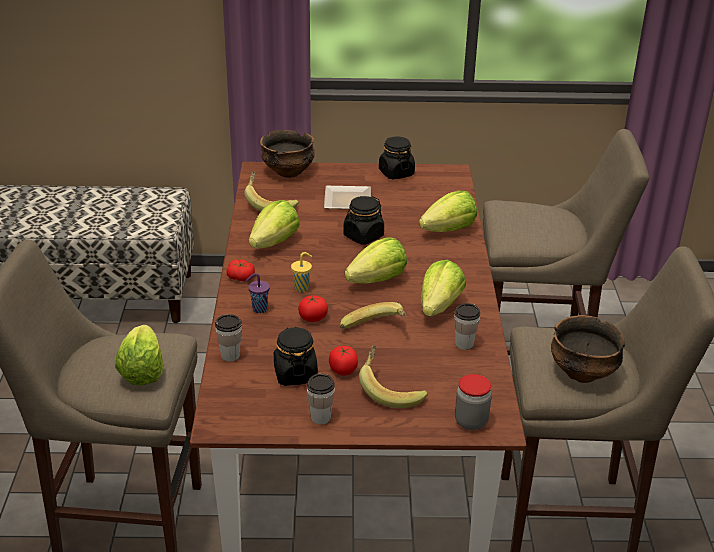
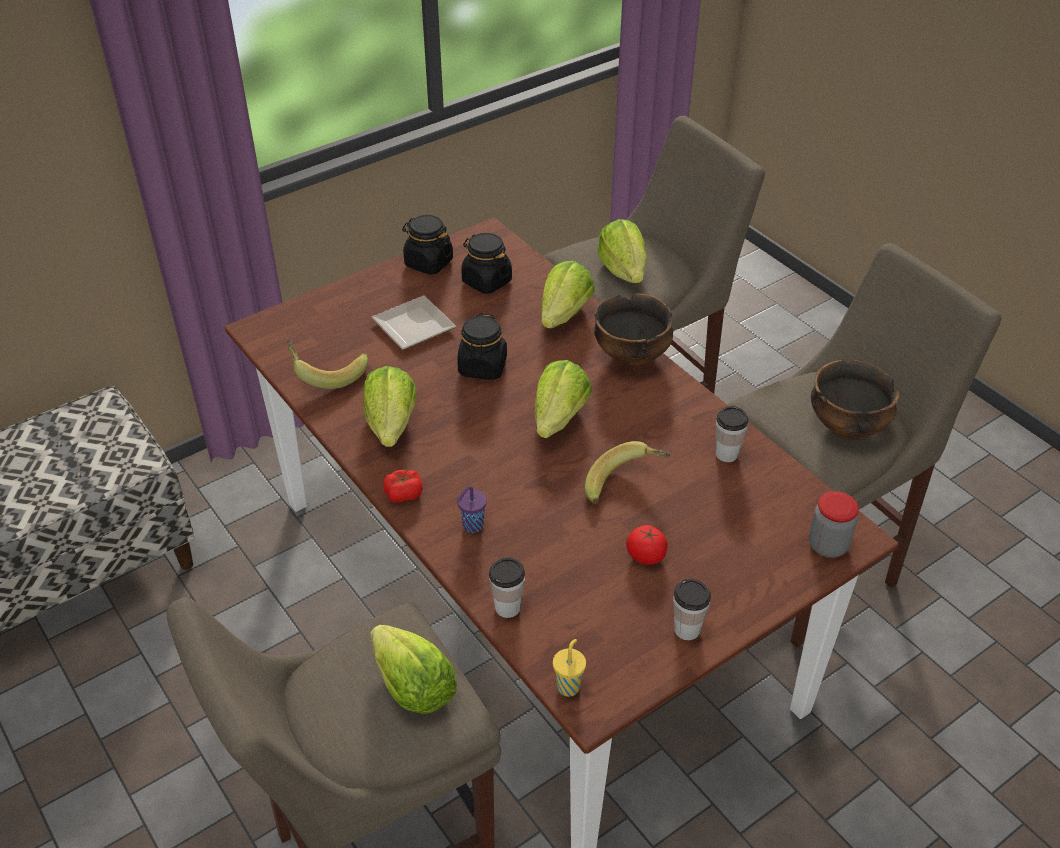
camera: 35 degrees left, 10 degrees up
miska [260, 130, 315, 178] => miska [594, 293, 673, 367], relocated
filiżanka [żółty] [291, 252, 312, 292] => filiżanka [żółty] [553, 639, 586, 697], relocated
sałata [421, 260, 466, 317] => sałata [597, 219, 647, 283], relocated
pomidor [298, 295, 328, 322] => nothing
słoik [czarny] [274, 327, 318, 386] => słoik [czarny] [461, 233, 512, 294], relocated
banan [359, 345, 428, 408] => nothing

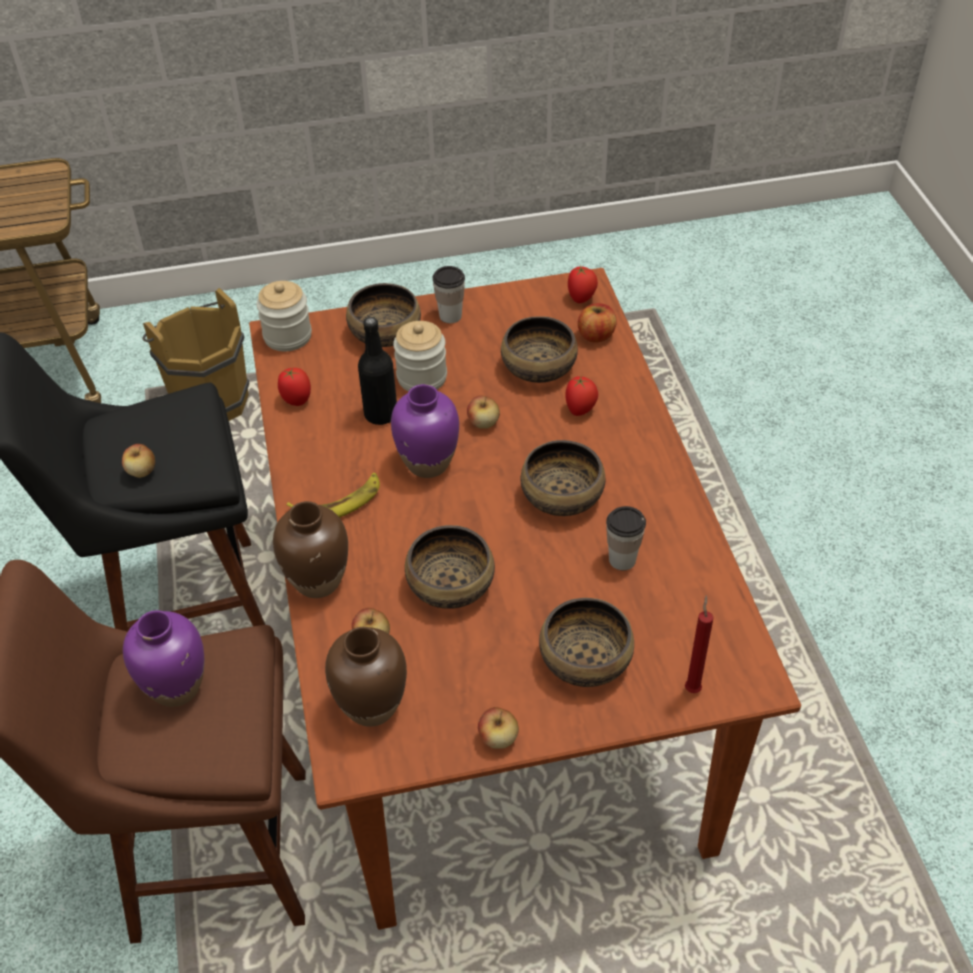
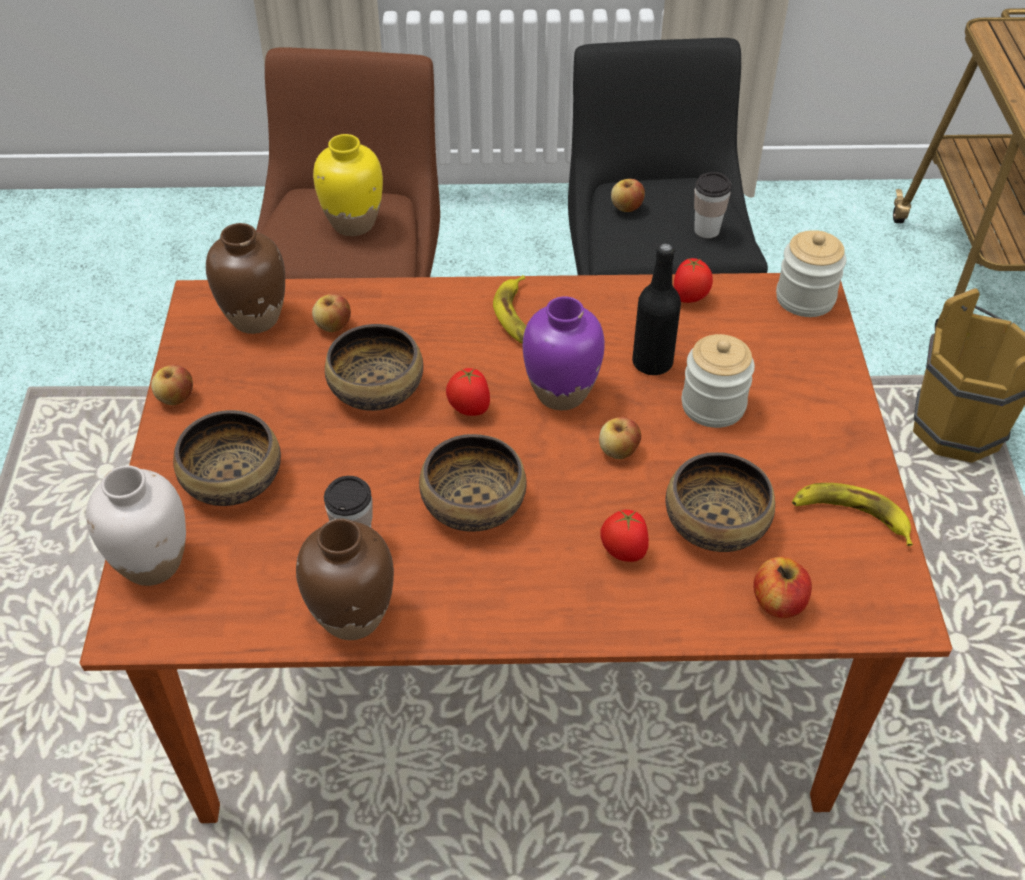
camera: 100 degrees right, 0 degrees up
filiżanka [433, 266, 465, 323] => filiżanka [694, 172, 731, 238], relocated
pomidor [568, 266, 598, 303] => pomidor [446, 368, 490, 416], relocated
miska [346, 283, 421, 347] => nothing
wazon [brązowy] [273, 501, 348, 598] => wazon [brązowy] [296, 519, 394, 640], relocated
świeca [czerwony] [685, 596, 714, 693] => wazon [biały] [86, 465, 186, 586]
wazon [fioletowy] [123, 610, 205, 707] => wazon [żółty] [313, 134, 383, 236]
nothing => banan [792, 483, 913, 546]

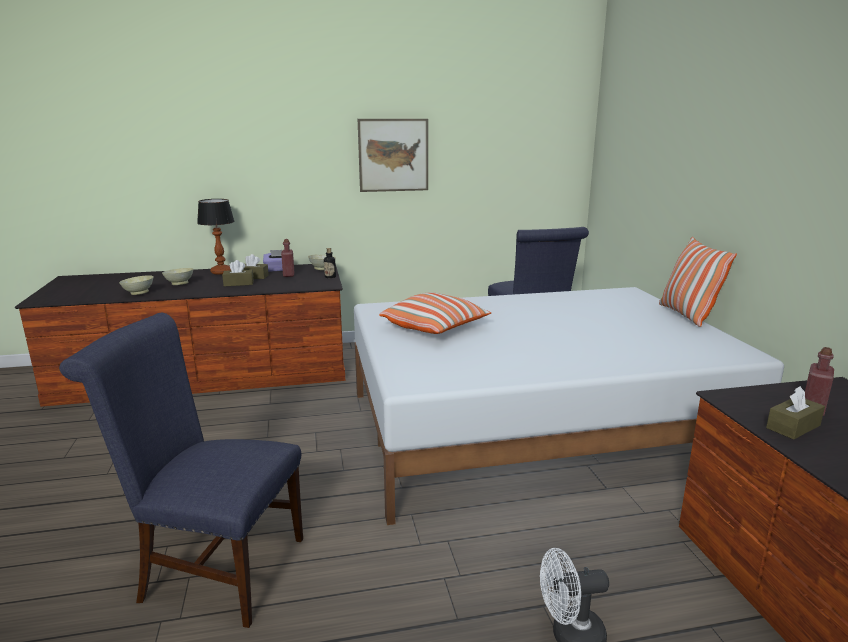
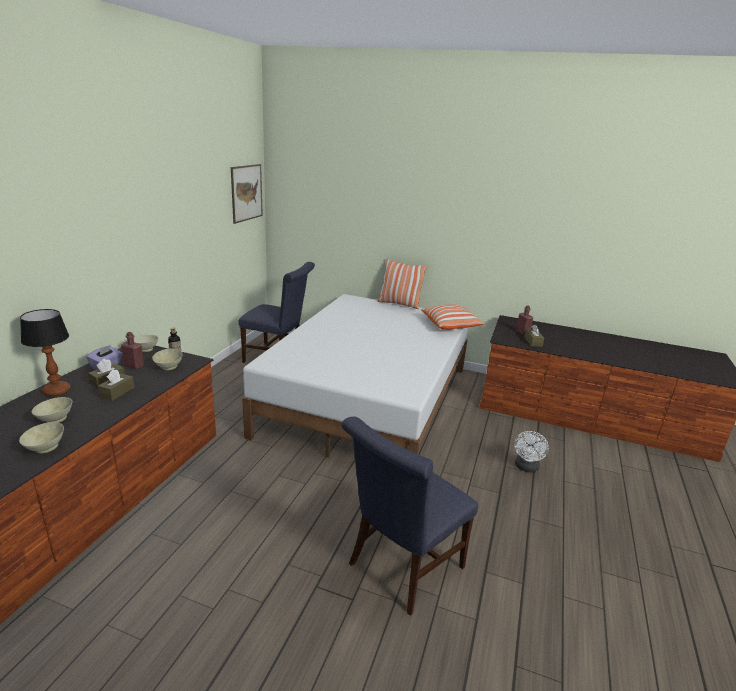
camera: 60 degrees left, 5 degrees up
obraz [358, 119, 428, 192] => obraz [231, 164, 263, 224], relocated
poduszka [379, 293, 491, 334] => poduszka [421, 304, 484, 330], relocated
nothing => miska [beżowy] [152, 348, 183, 370]

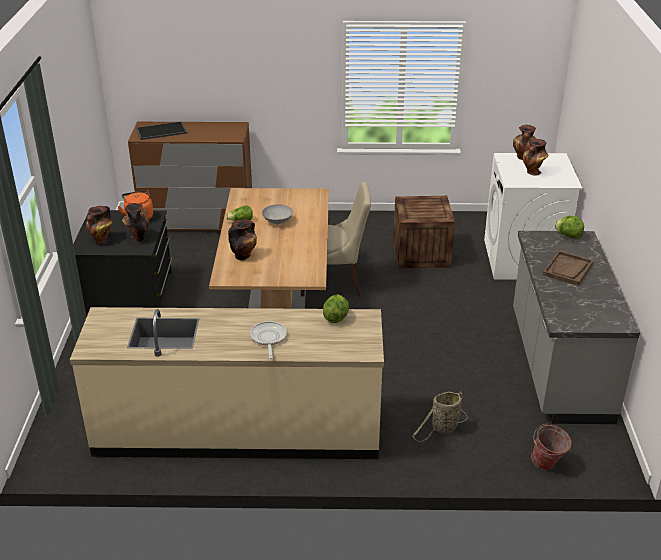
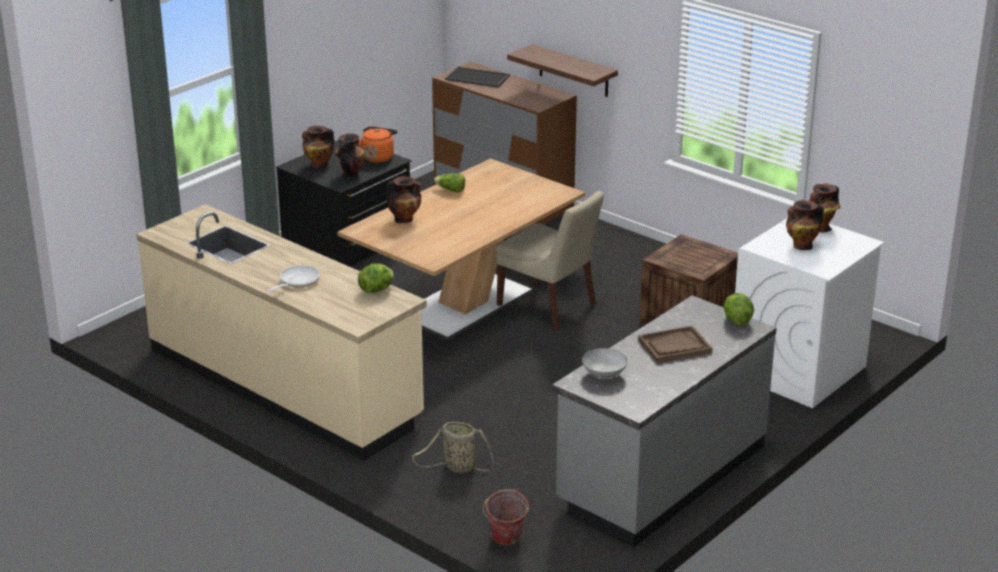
camera: 40 degrees right, 5 degrees down
miska [szary] [262, 204, 293, 224] => miska [szary] [582, 348, 628, 378], relocated
nothing => półka [507, 44, 618, 97]

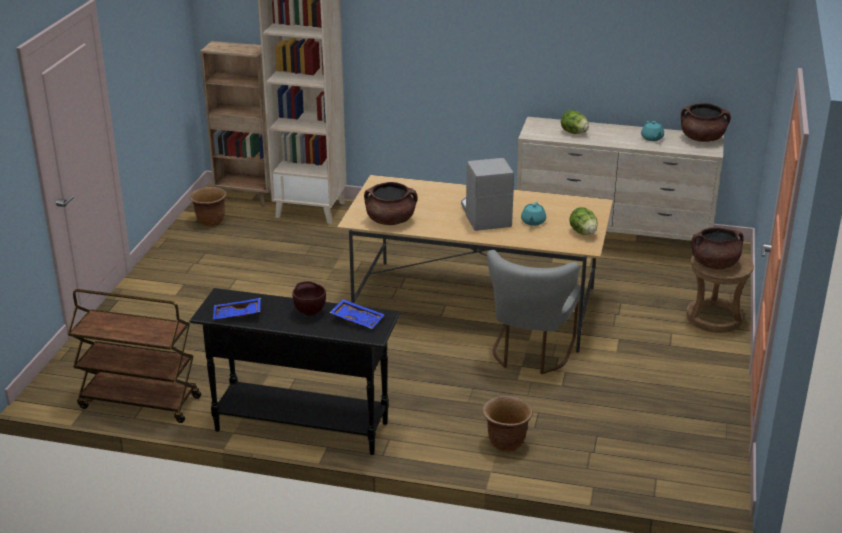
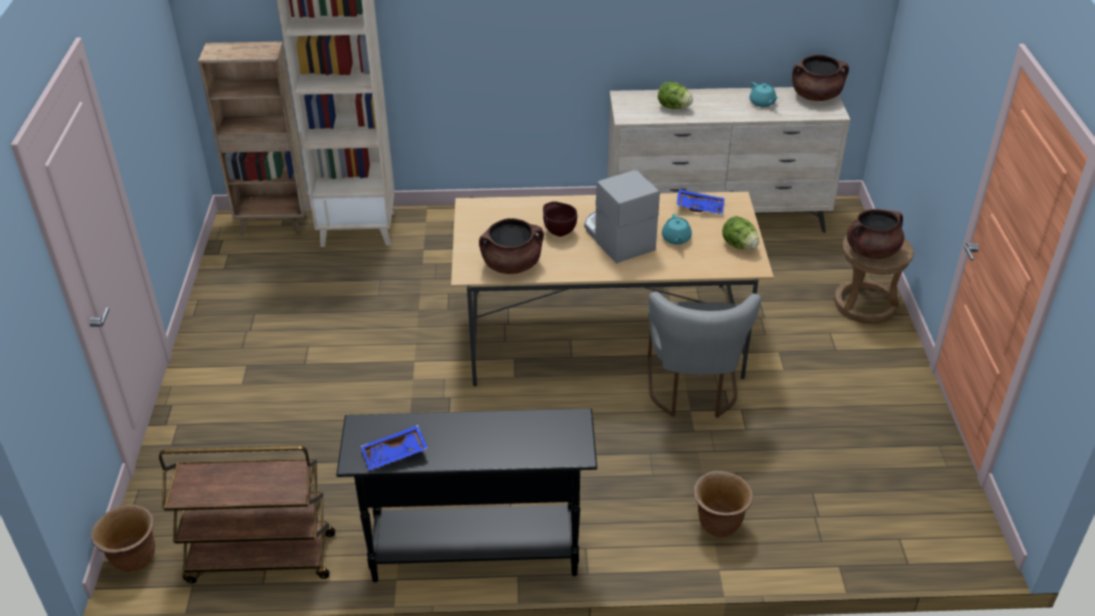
camera: 15 degrees left, 10 degrees up
donica [brązowy] [189, 187, 227, 226] => donica [brązowy] [91, 505, 155, 572], relocated
miska [brązowy] [292, 281, 326, 316] => miska [brązowy] [543, 201, 577, 237], relocated
taca [niebieski] [330, 299, 385, 329] => taca [niebieski] [676, 189, 725, 214], relocated

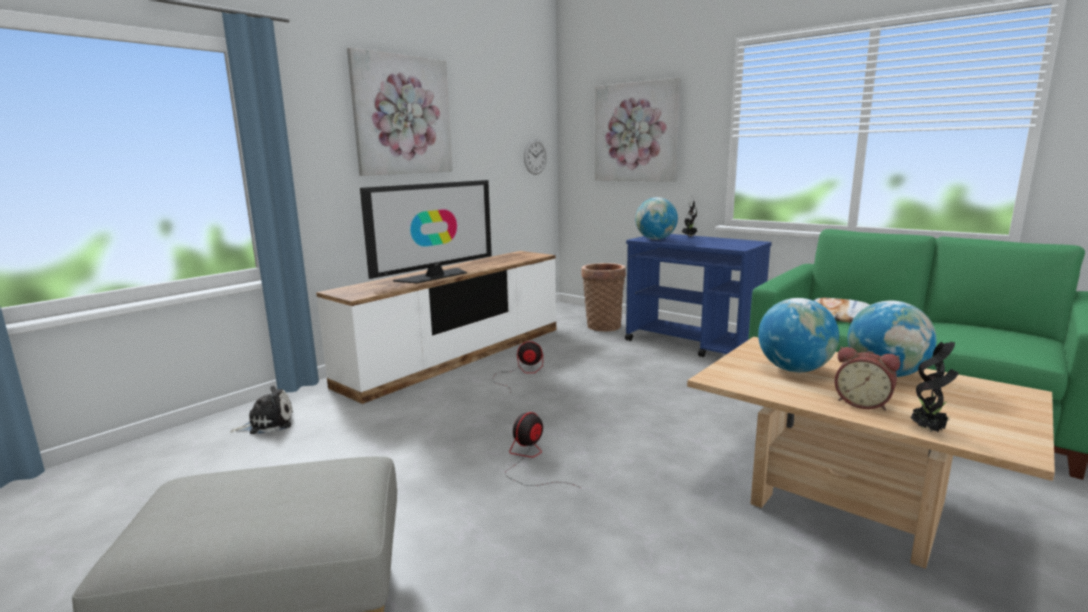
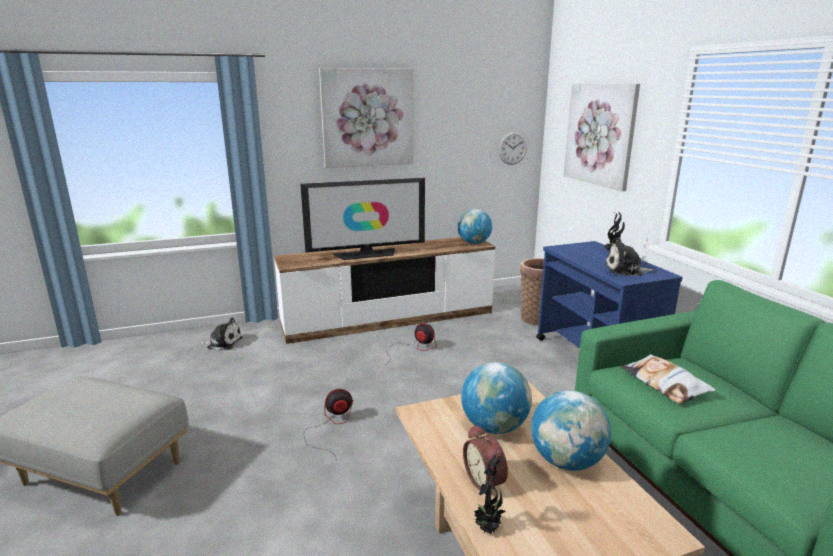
camera: 30 degrees right, 5 degrees up
globus [635, 197, 678, 240] => globus [457, 209, 492, 244], relocated
nothing => pluszak [605, 237, 654, 276]

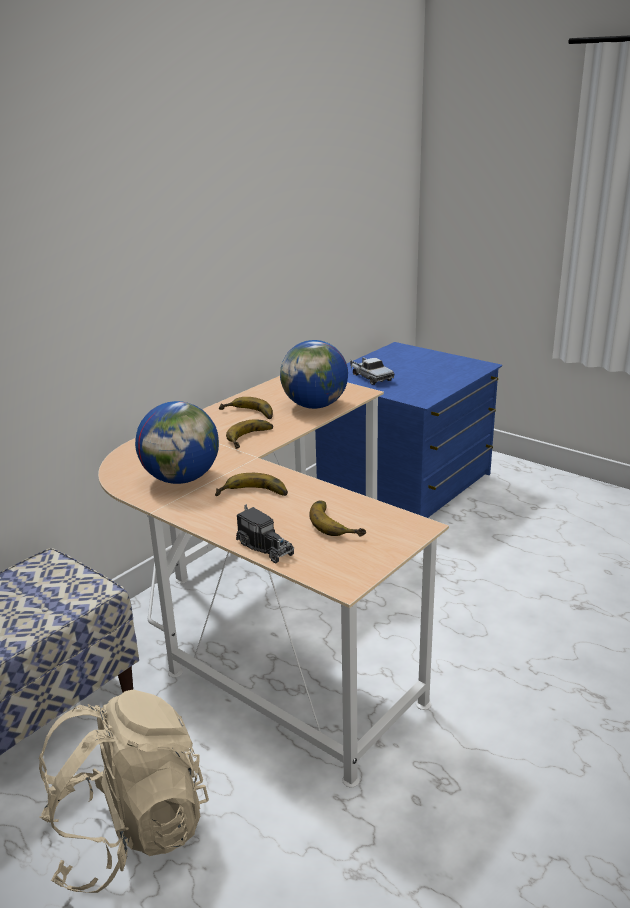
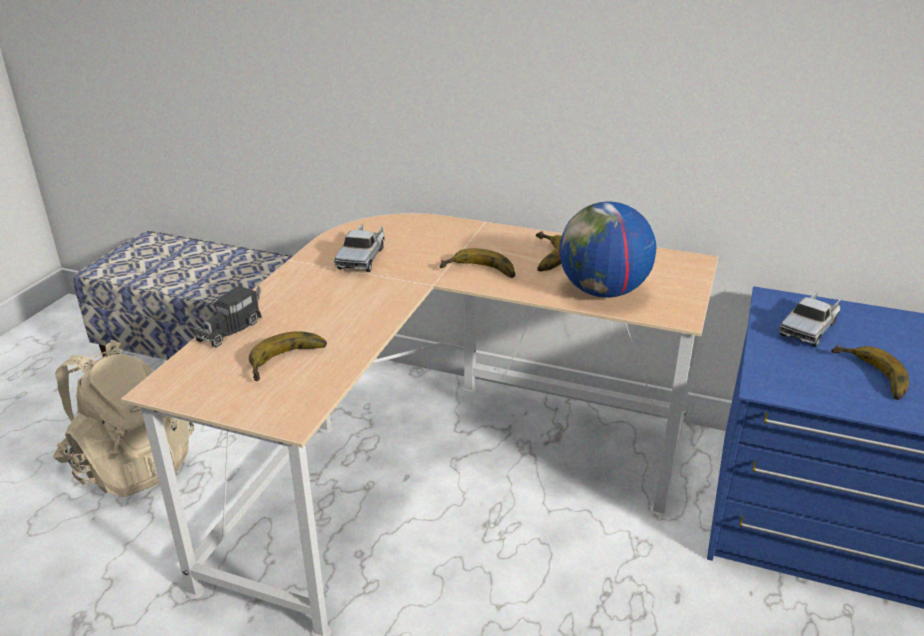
camera: 70 degrees right, 5 degrees up
globus [135, 401, 219, 484] => ciężarówka zabawkowa [334, 224, 384, 272]
banan [215, 473, 288, 496] => banan [831, 345, 909, 400], relocated

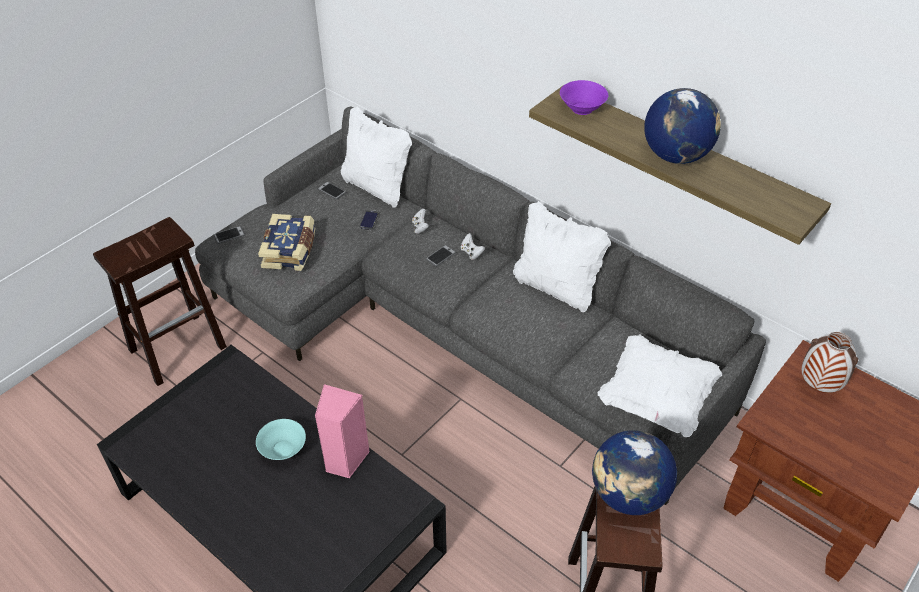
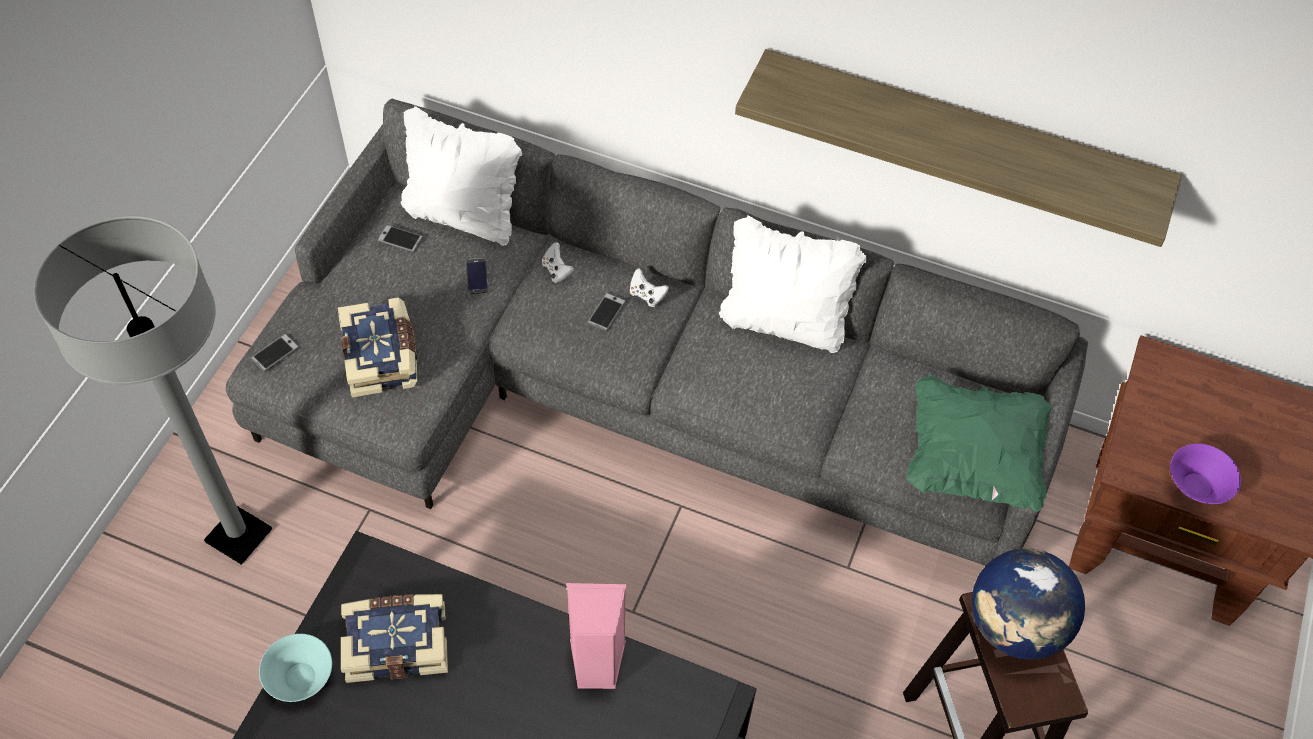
camera: 20 degrees left, 10 degrees up
miska [fioletowy] [560, 80, 608, 115] => miska [fioletowy] [1170, 444, 1241, 504], relocated
globus [644, 88, 721, 164] => nothing
stołek [brązowy] [93, 217, 227, 386] => lampa stojąca [szary] [34, 216, 272, 565]
wazon [802, 332, 858, 393] => nothing
poduszka [biały] [598, 335, 722, 437] => poduszka [zielony] [906, 375, 1052, 512]
miska [turkusowy] [256, 419, 306, 460] => miska [turkusowy] [259, 634, 332, 702], relocated
nothing => książka [341, 594, 448, 683]

